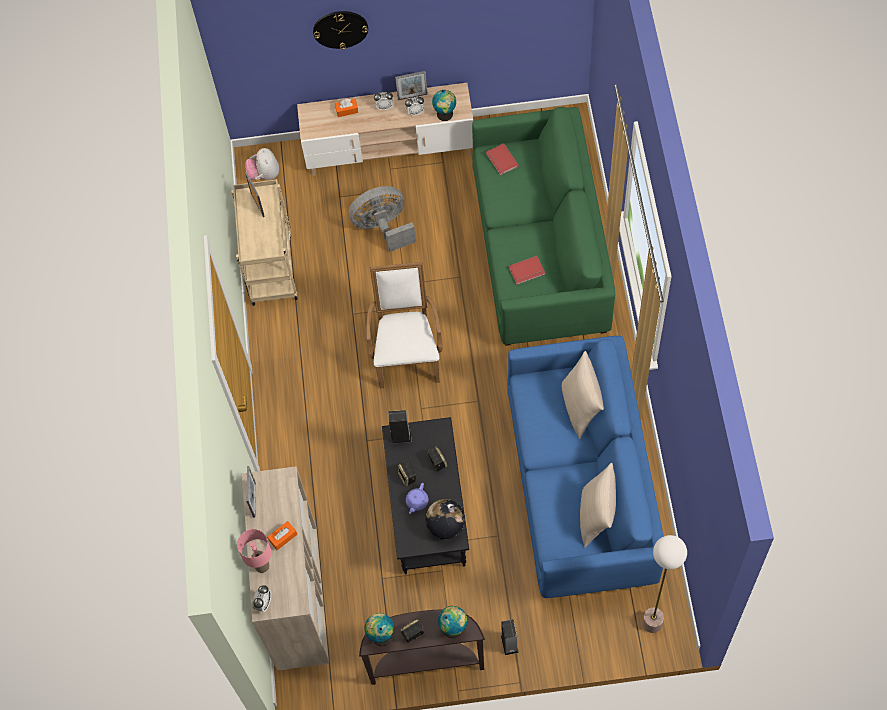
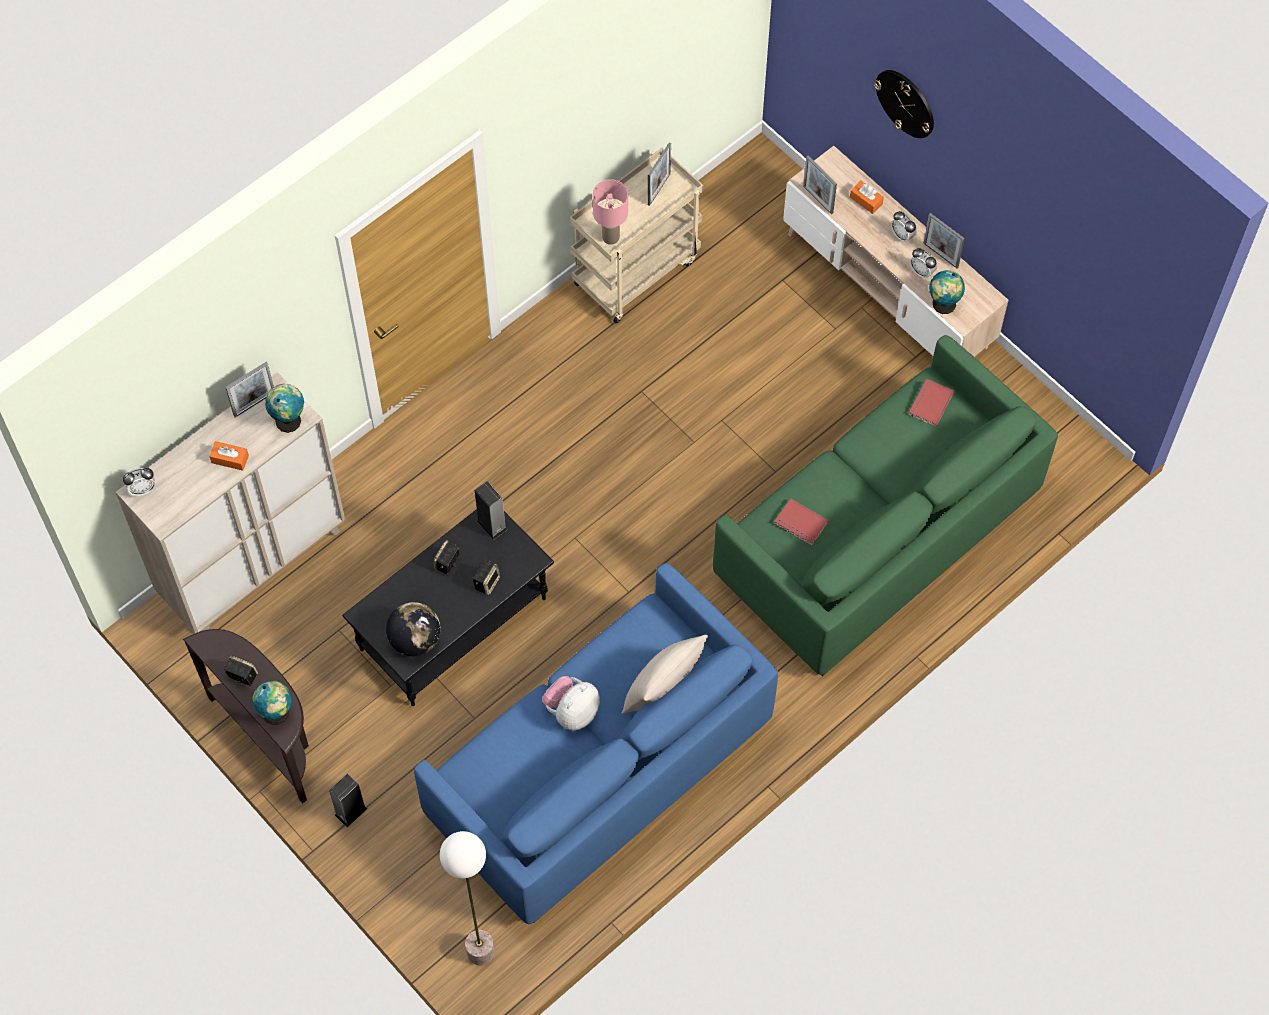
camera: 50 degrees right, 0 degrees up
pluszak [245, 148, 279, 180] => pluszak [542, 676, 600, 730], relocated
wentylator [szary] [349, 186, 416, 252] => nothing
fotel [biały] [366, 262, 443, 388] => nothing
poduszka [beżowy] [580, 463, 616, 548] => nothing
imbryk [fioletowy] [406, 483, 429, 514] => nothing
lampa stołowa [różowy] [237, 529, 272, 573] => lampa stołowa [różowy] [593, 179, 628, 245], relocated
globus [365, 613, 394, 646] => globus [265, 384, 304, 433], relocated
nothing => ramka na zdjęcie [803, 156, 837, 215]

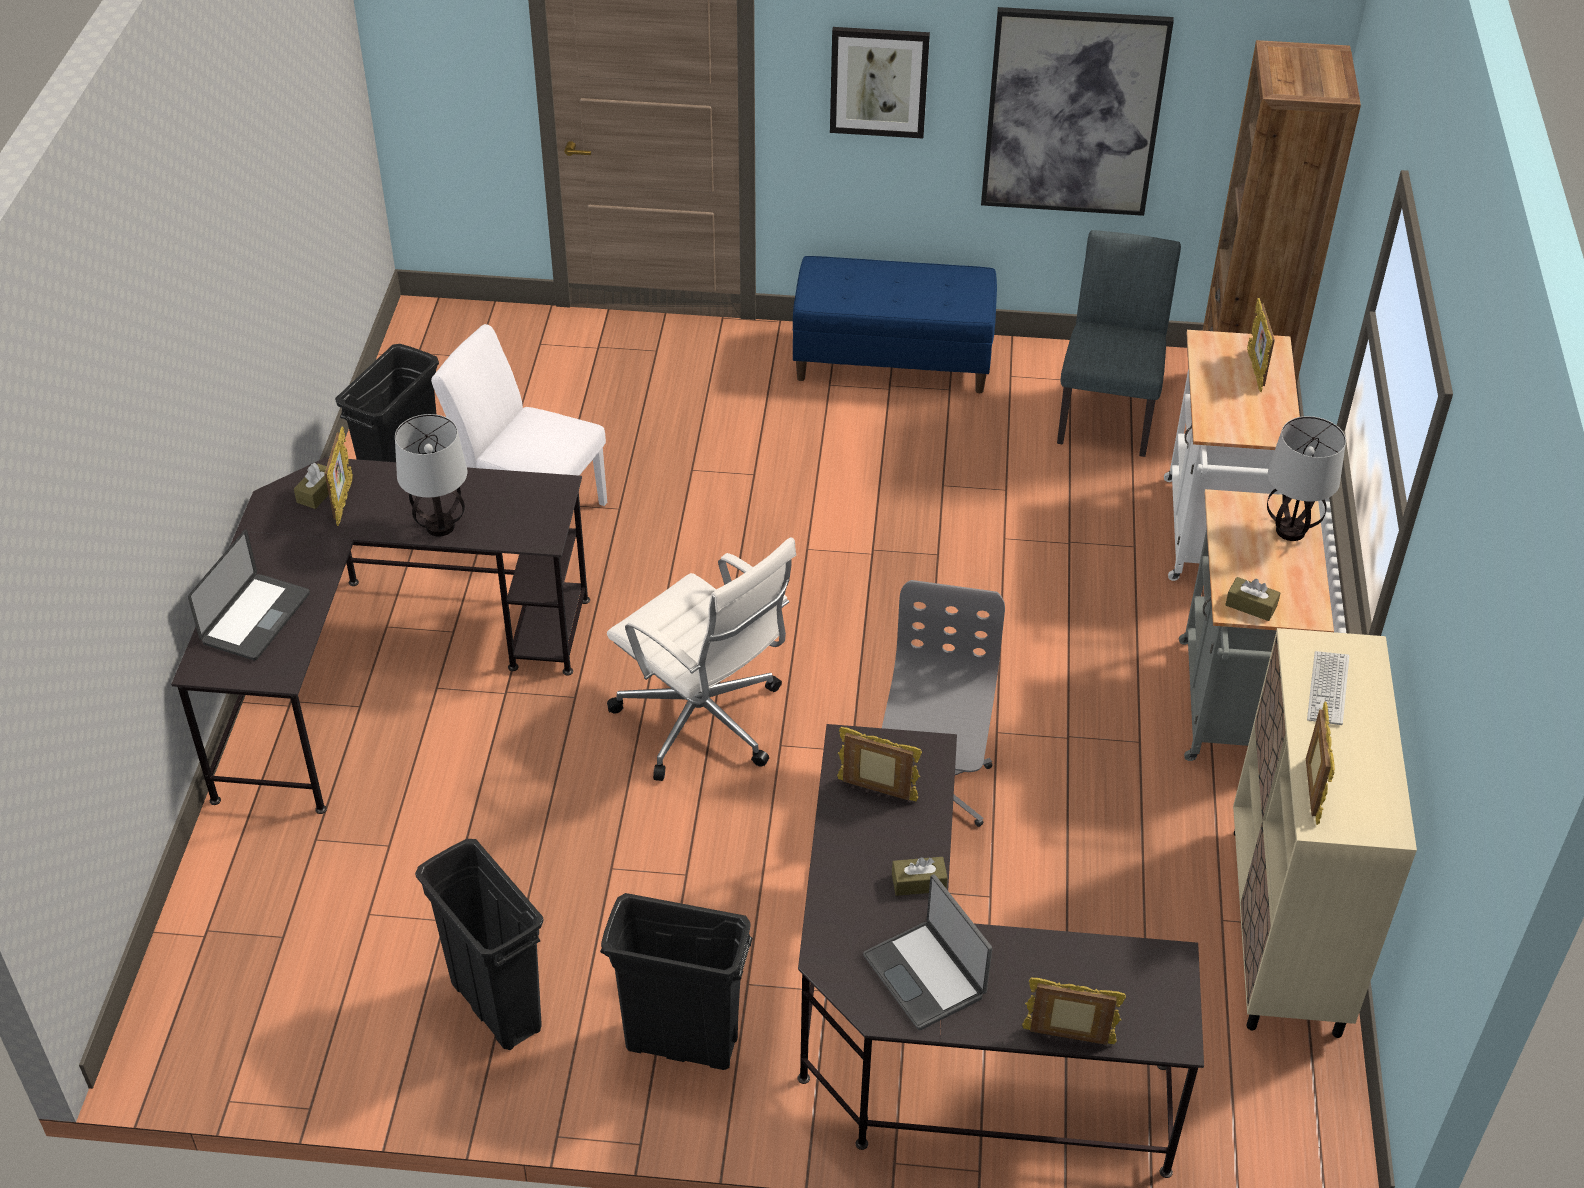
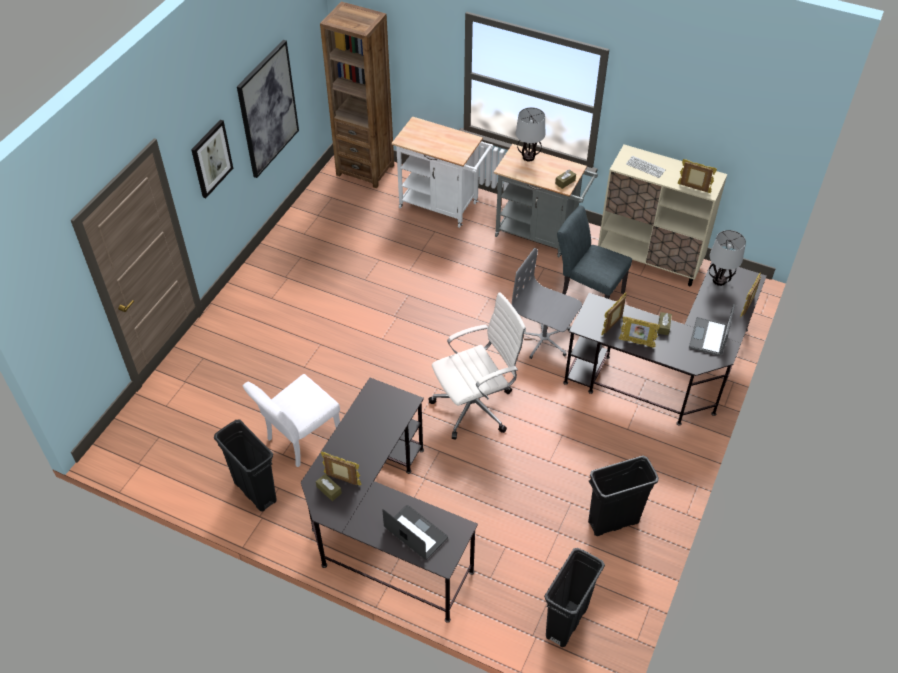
camera: 70 degrees left, 5 degrees up
krzesło [szary] [1057, 230, 1181, 457] => krzesło [szary] [557, 205, 632, 299], relocated
ławka [niebieski] [793, 256, 997, 393] => nothing
ramka na zdjęcie [1247, 298, 1275, 392] => ramka na zdjęcie [619, 316, 660, 348], relocated
lampa stołowa [395, 414, 467, 536] => lampa stołowa [709, 230, 746, 286], relocated
laptop [863, 874, 992, 1030] => laptop [689, 304, 735, 356], 120 degrees clockwise
kosz na śmieci [czarny] [600, 893, 753, 1070] => kosz na śmieci [czarny] [544, 548, 605, 647], relocated

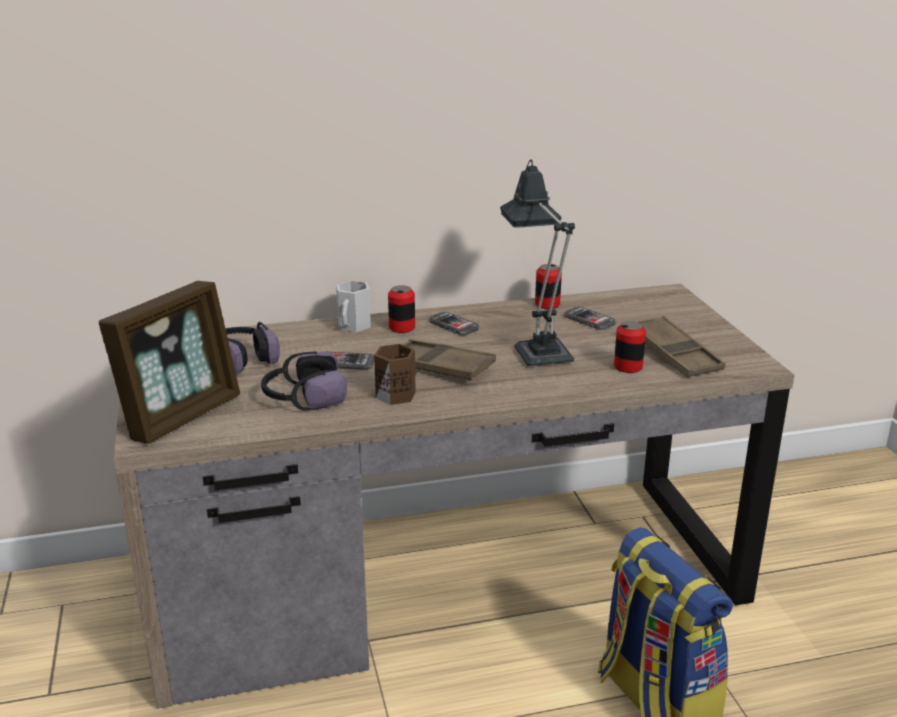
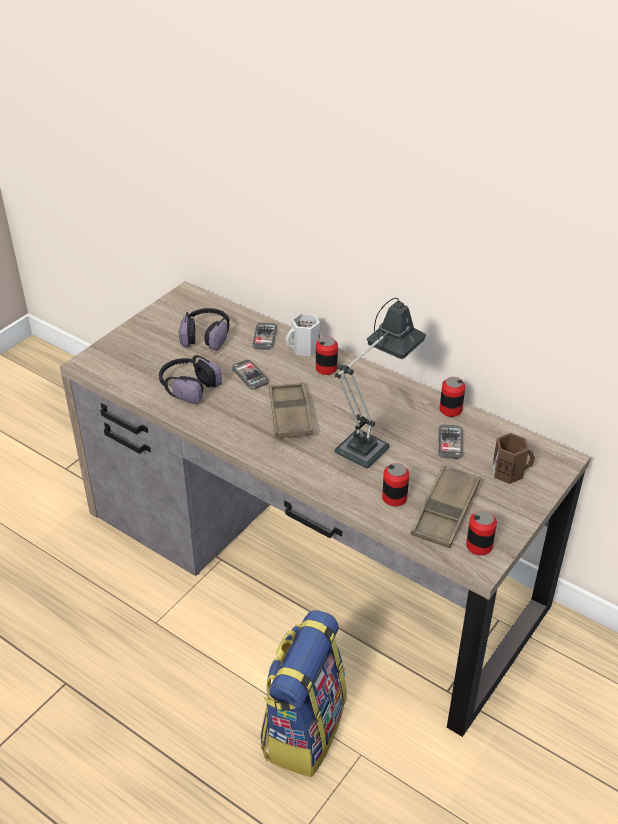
camera: 50 degrees right, 15 degrees up
ramka na zdjęcie [99, 281, 240, 444] => nothing
telefon [429, 312, 479, 335] => telefon [252, 322, 277, 350], relocated
kubek [brązowy] [374, 344, 417, 405] => kubek [brązowy] [492, 433, 535, 484], relocated
nothing => puszka [466, 510, 497, 556]

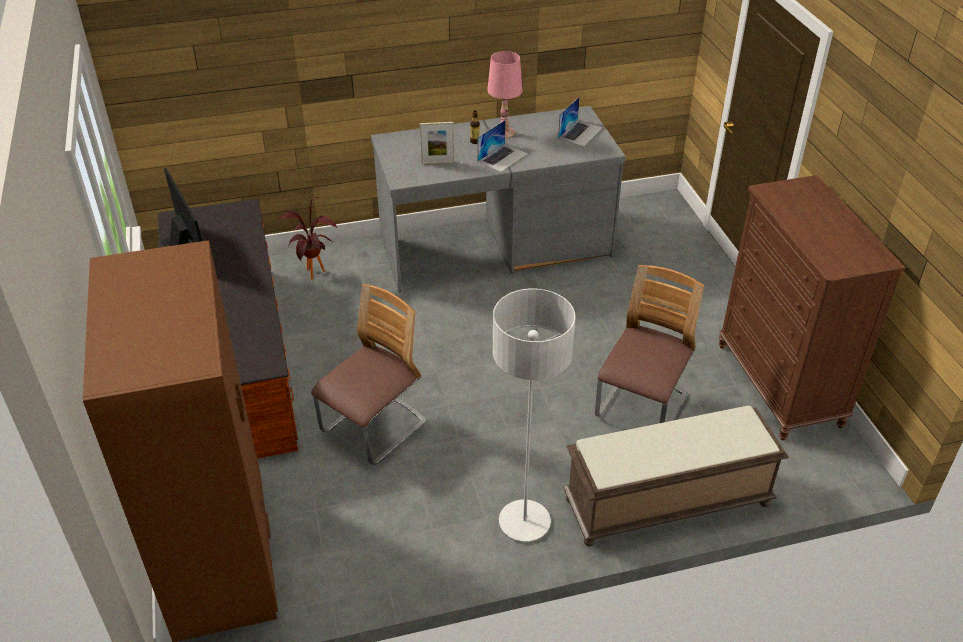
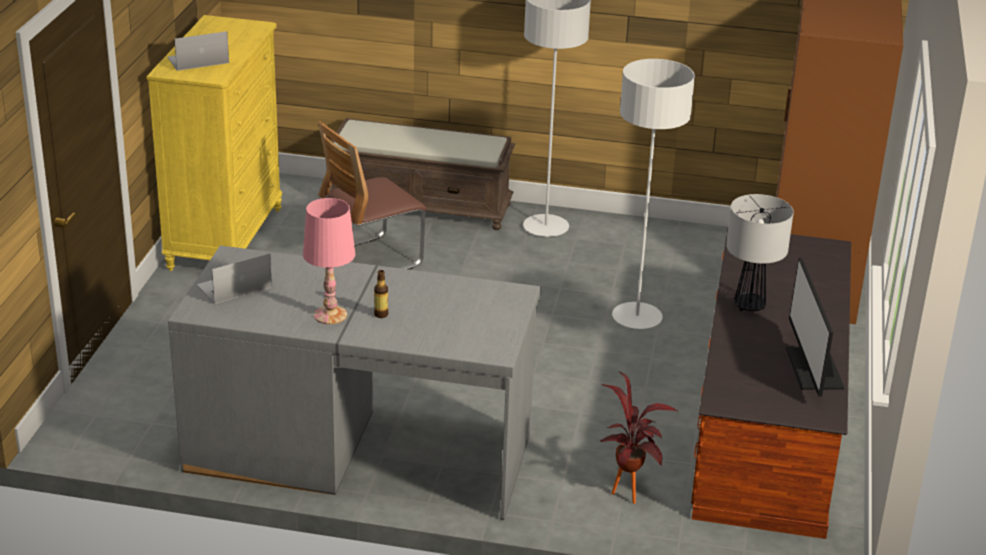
camera: 155 degrees left, 10 degrees down
laptop [477, 120, 528, 172] => laptop [168, 31, 229, 71], relocated
ramka na zdjęcie [420, 122, 454, 164] => nothing
komoda [brązowy] [719, 175, 906, 441] => komoda [żółty] [147, 15, 282, 271]
krzesło [311, 284, 427, 465] => lampa stojąca [szary] [612, 59, 695, 329]
nothing => lampa stołowa [726, 194, 794, 311]

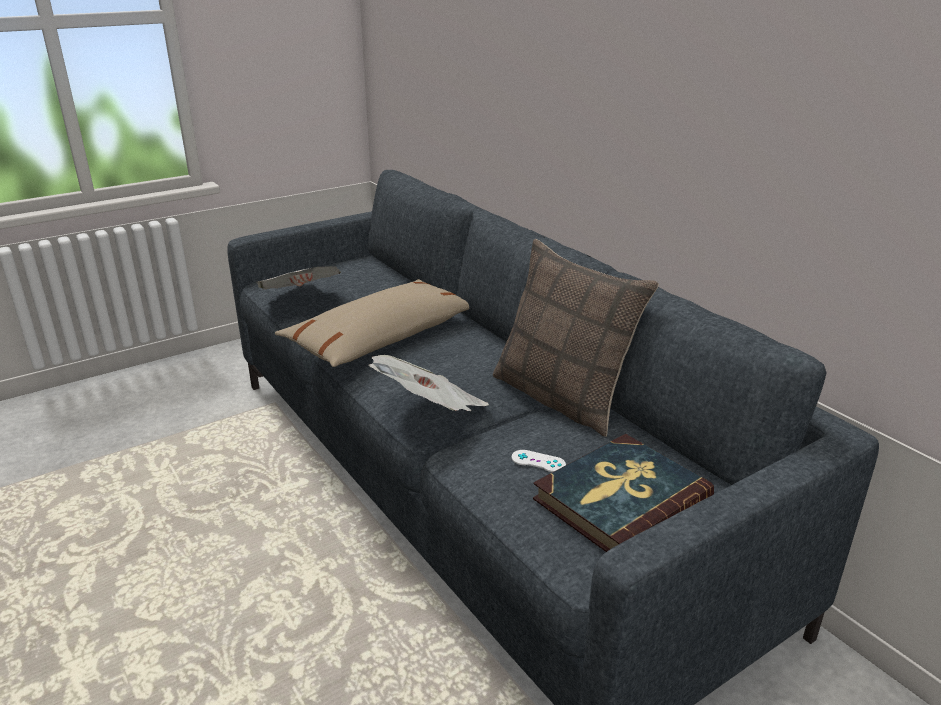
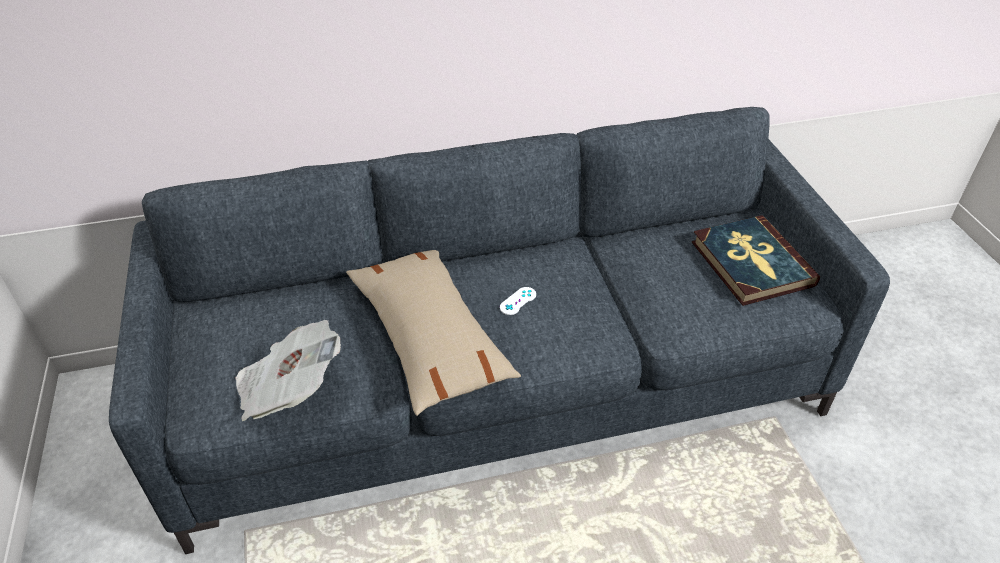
camera: 70 degrees left, 15 degrees up
poduszka [493, 239, 659, 437] => nothing
gazeta [368, 355, 489, 411] => nothing
pad do gier [biały] [512, 450, 566, 472] => pad do gier [biały] [500, 287, 536, 315], relocated

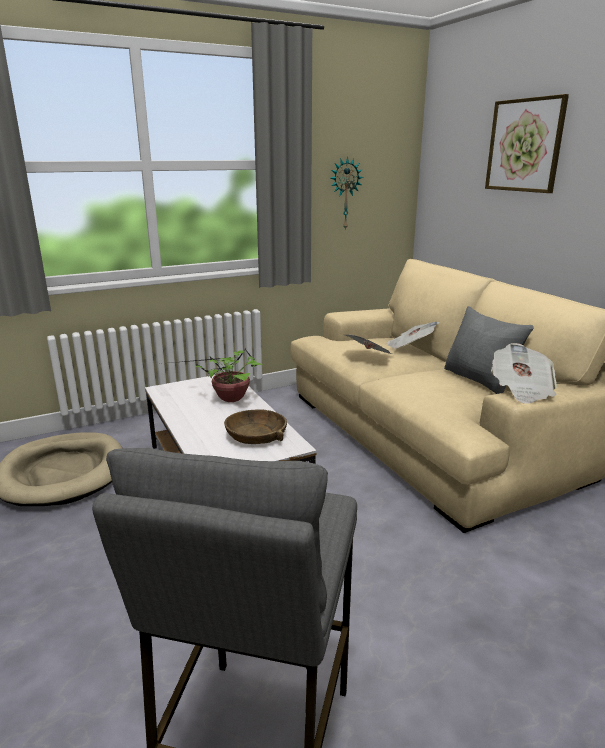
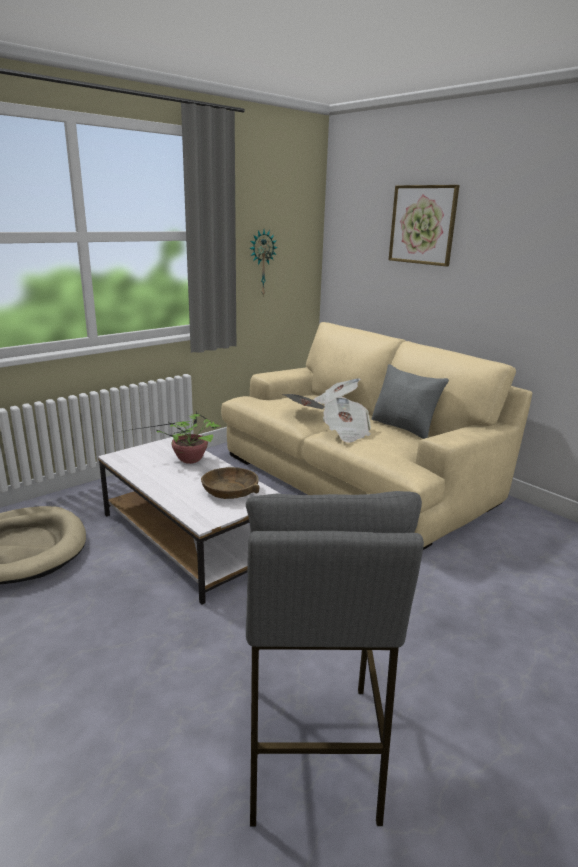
camera: 15 degrees left, 0 degrees up
gazeta [491, 343, 557, 404] => gazeta [323, 397, 371, 443], relocated

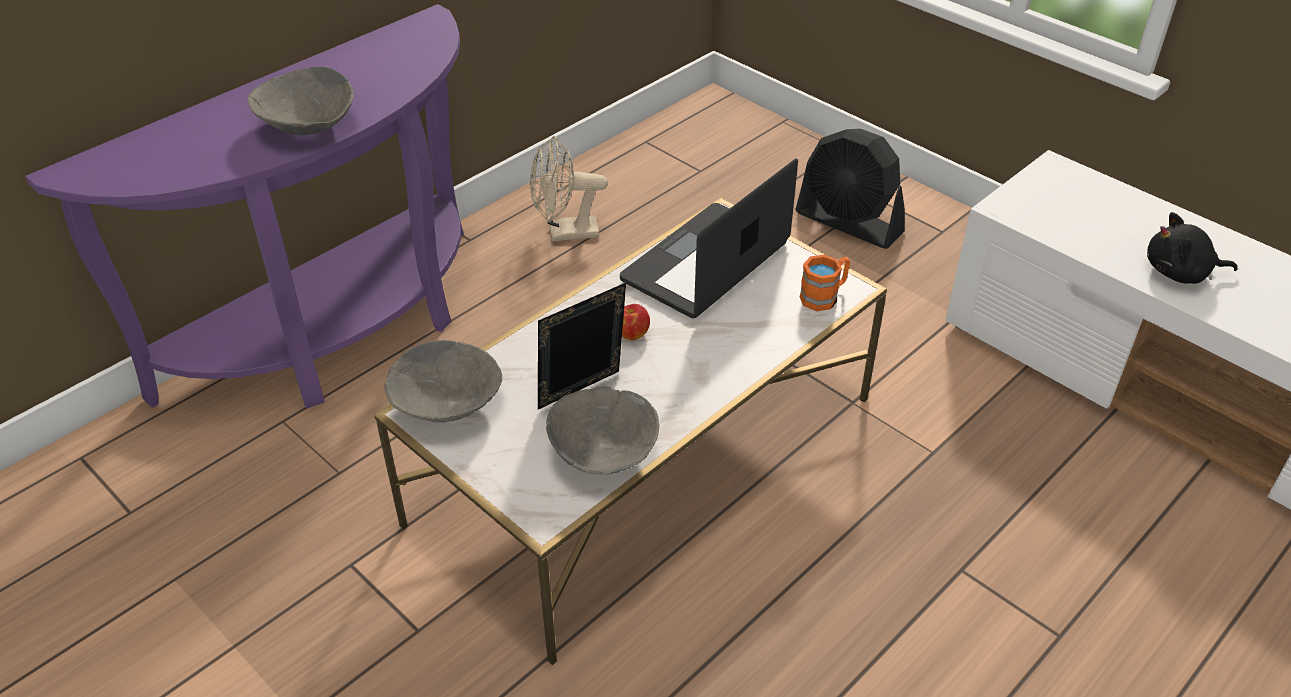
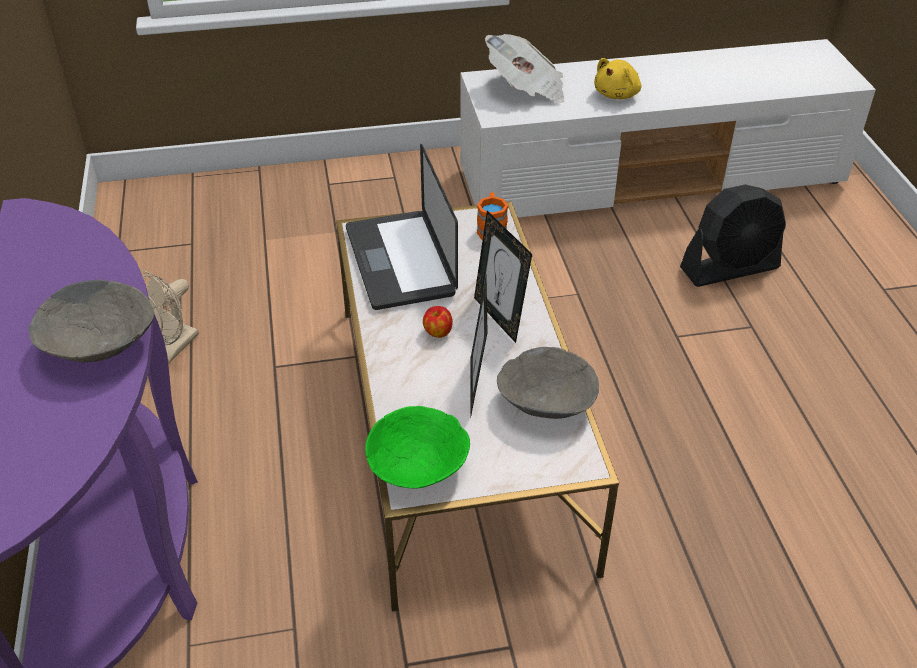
camera: 55 degrees left, 0 degrees up
wentylator [czarny] [795, 129, 905, 249] => wentylator [czarny] [680, 184, 786, 287], relocated
pluszak [czarny] [1147, 212, 1238, 284] => pluszak [żółty] [594, 58, 641, 99]
miska [szary] [384, 340, 502, 423] => miska [zielony] [365, 406, 470, 488]
nothing => gazeta [485, 34, 564, 103]
nothing => ramka na zdjęcie [474, 211, 532, 343]

